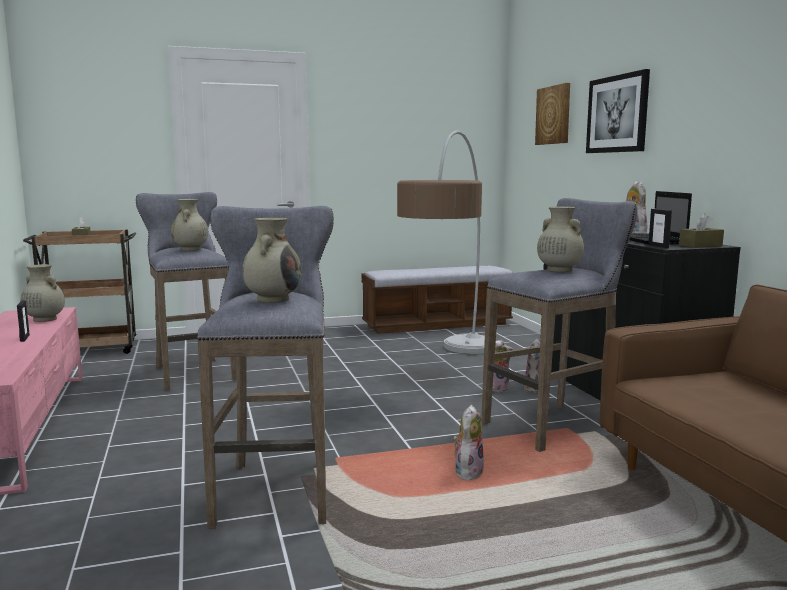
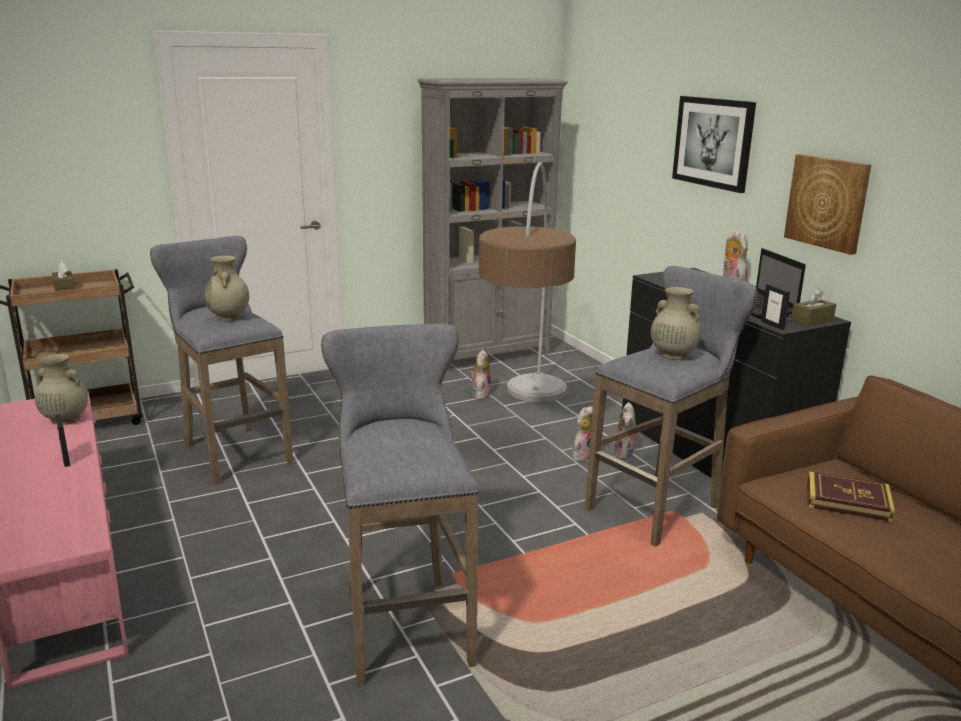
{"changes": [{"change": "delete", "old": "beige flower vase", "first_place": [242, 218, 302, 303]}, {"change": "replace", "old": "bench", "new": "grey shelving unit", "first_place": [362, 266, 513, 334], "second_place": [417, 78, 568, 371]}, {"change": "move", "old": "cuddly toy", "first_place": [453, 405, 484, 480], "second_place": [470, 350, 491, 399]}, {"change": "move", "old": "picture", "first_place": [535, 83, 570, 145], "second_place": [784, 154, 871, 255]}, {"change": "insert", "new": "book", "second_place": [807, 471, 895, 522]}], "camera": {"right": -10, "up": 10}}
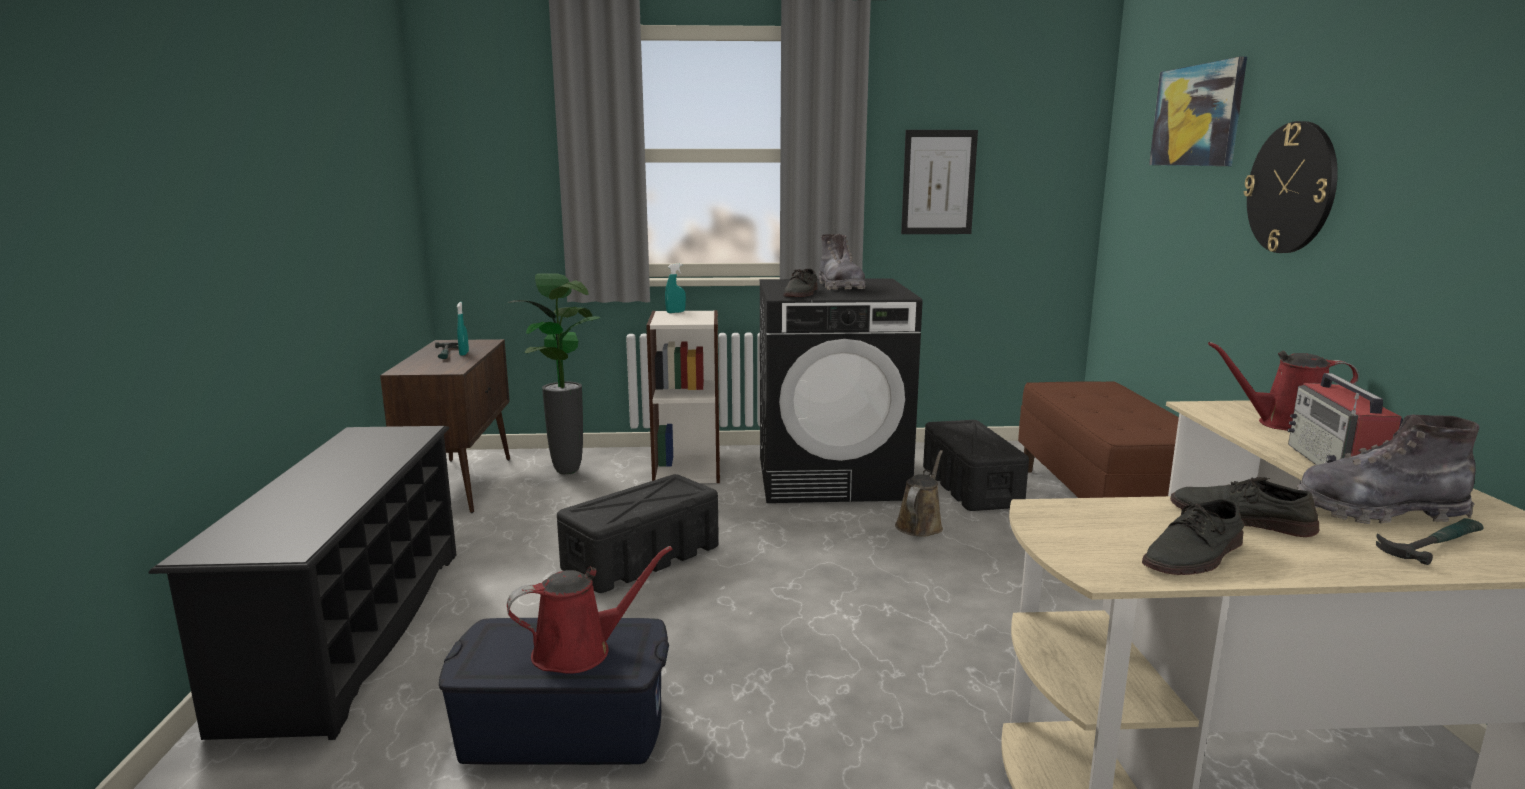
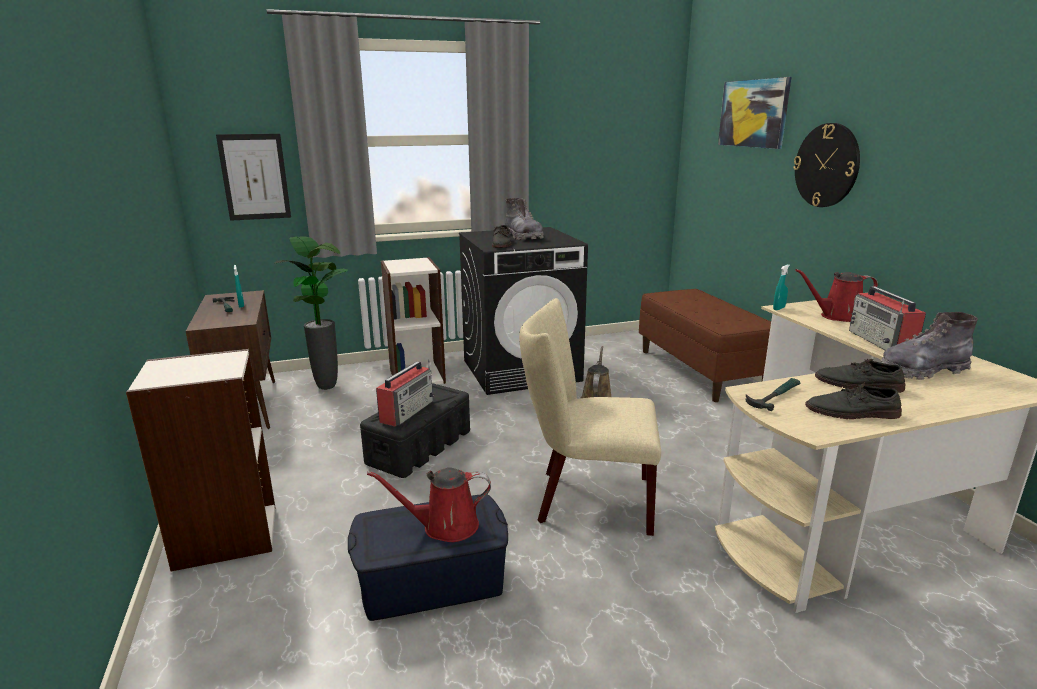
{"changes": [{"change": "replace", "old": "black-coloured shoe shelf", "new": "shelving unit", "first_place": [148, 426, 457, 740], "second_place": [126, 349, 275, 571]}, {"change": "rotate", "old": "reddish sprinkling can", "first_place": [507, 546, 672, 674], "second_place": [367, 468, 491, 542], "degrees": -150}, {"change": "move", "old": "blue-green sprayer", "first_place": [665, 264, 686, 313], "second_place": [773, 265, 790, 310]}, {"change": "move", "old": "picture", "first_place": [901, 130, 978, 234], "second_place": [216, 134, 291, 221]}, {"change": "delete", "old": "black-coloured storage box", "first_place": [923, 420, 1029, 511]}, {"change": "rotate", "old": "grey shoe", "first_place": [1142, 499, 1244, 575], "second_place": [805, 382, 902, 419], "degrees": 60}, {"change": "move", "old": "hammer", "first_place": [1376, 518, 1484, 565], "second_place": [746, 378, 800, 411]}, {"change": "insert", "new": "radio receiver", "second_place": [376, 360, 434, 426]}, {"change": "insert", "new": "beige upright chair", "second_place": [519, 298, 661, 536]}], "camera": {"right": -15, "up": 5}}
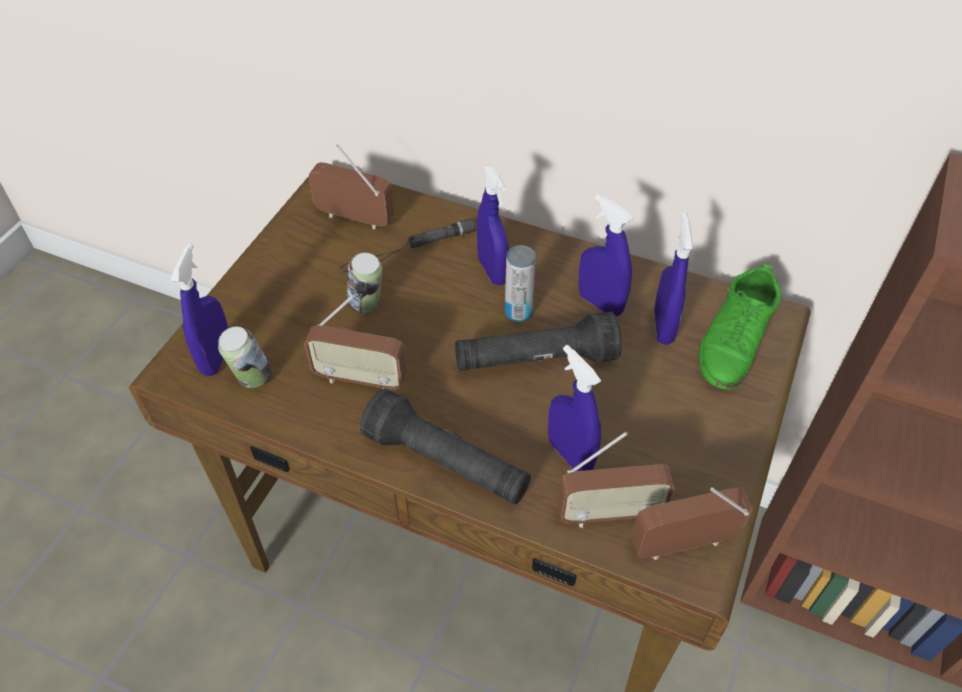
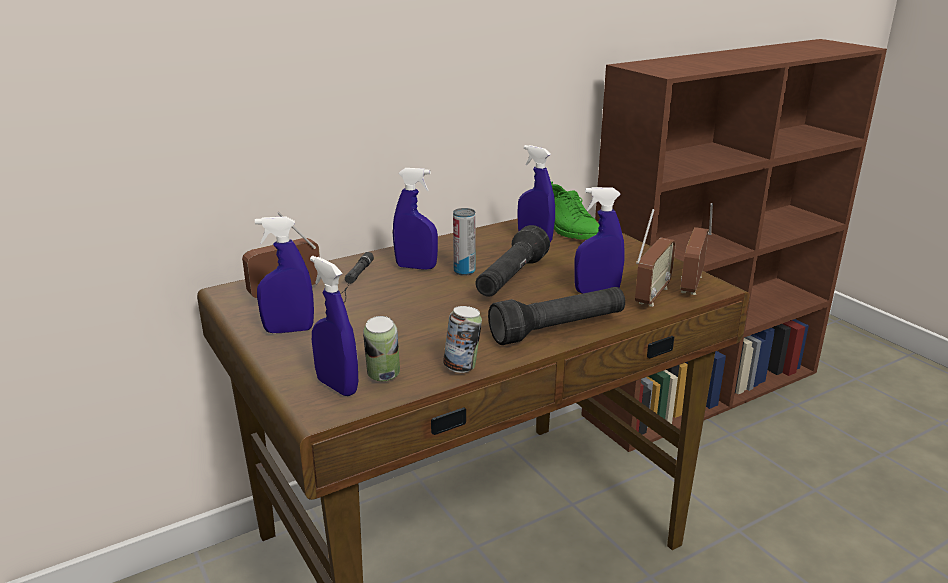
{"changes": [{"change": "delete", "old": "radio receiver", "first_place": [304, 294, 407, 390]}, {"change": "move", "old": "can", "first_place": [347, 253, 382, 313], "second_place": [443, 306, 482, 373]}, {"change": "move", "old": "blue sprayer", "first_place": [578, 194, 633, 316], "second_place": [255, 216, 314, 333]}], "camera": {"right": -55, "up": -25}}
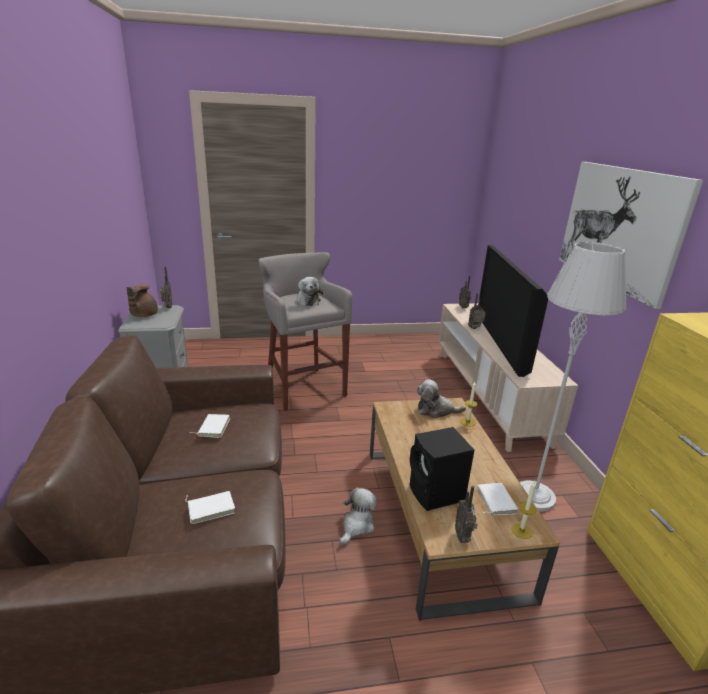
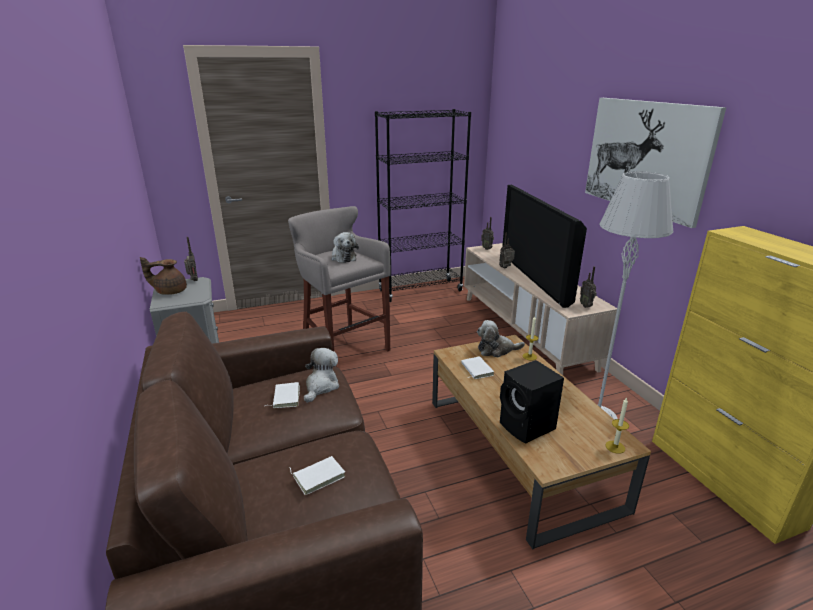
{"changes": [{"change": "rotate", "old": "brown-coloured pot for tea", "first_place": [127, 285, 158, 317], "second_place": [140, 257, 187, 295], "degrees": 75}, {"change": "move", "old": "cuddly toy", "first_place": [340, 488, 377, 545], "second_place": [304, 348, 339, 403]}, {"change": "move", "old": "radio receiver", "first_place": [455, 486, 478, 543], "second_place": [580, 266, 597, 308]}, {"change": "move", "old": "whitish book", "first_place": [478, 483, 518, 516], "second_place": [461, 356, 494, 379]}, {"change": "insert", "new": "black-coloured shelving unit", "second_place": [375, 109, 471, 302]}], "camera": {"right": -10, "up": 0}}
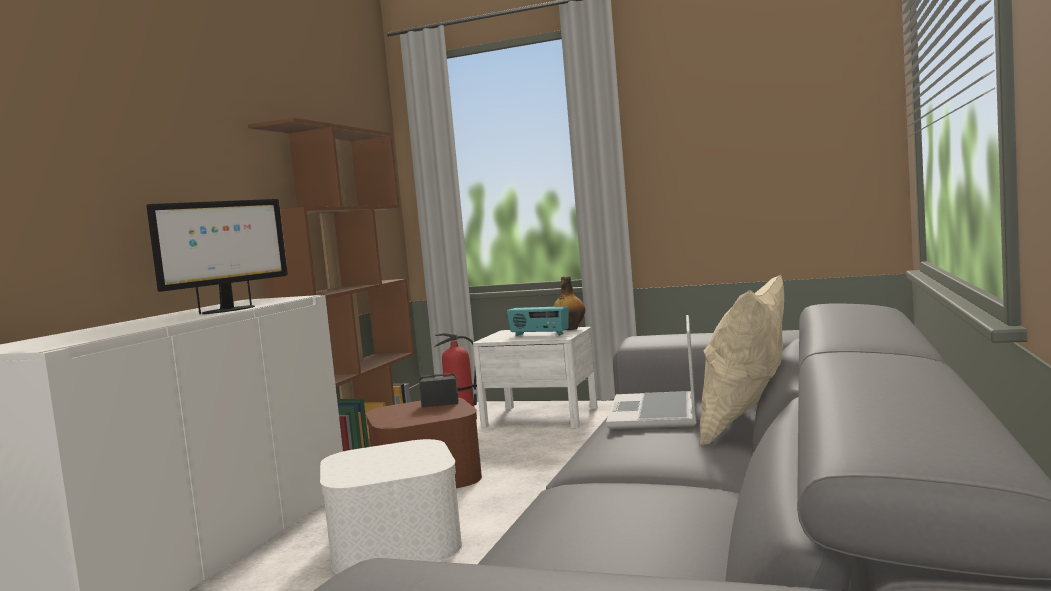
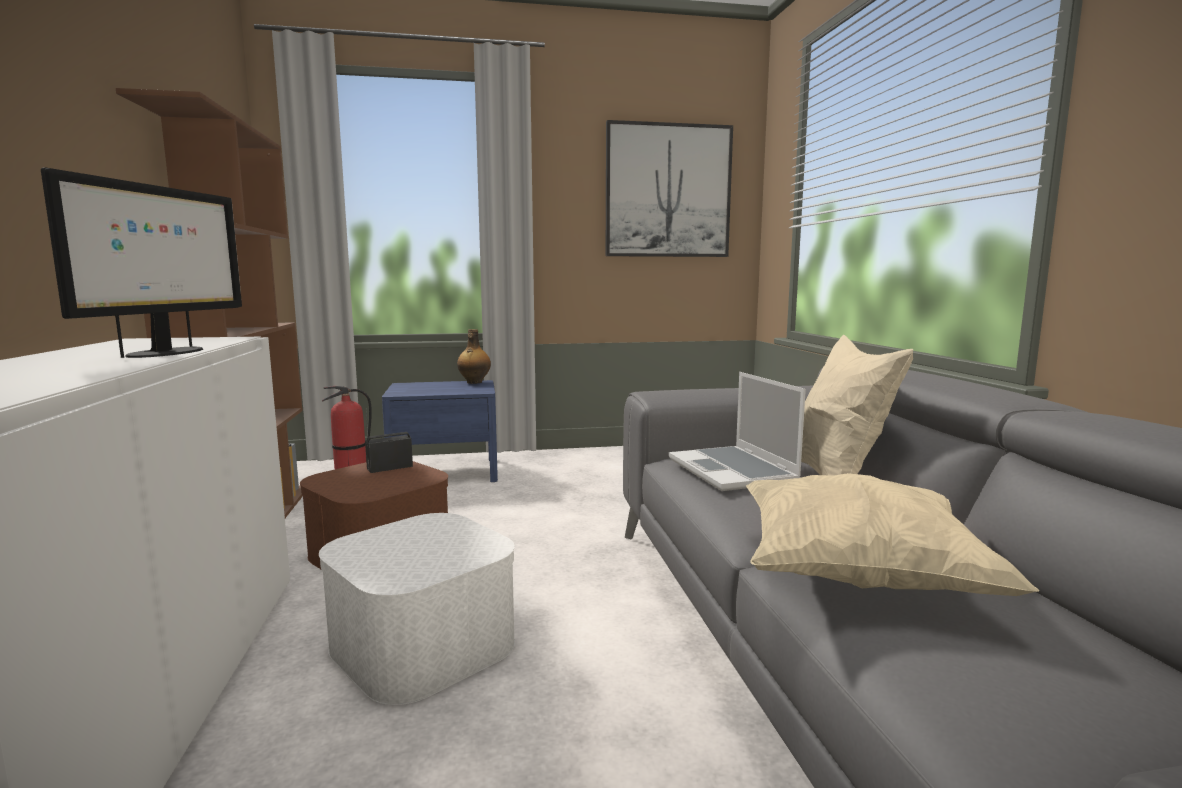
{"changes": [{"change": "recolor", "old": "whitish bedside table", "new": "blue bedside table", "first_place": [473, 327, 598, 428], "second_place": [382, 380, 498, 482]}, {"change": "delete", "old": "radio receiver", "first_place": [507, 306, 569, 336]}, {"change": "insert", "new": "picture", "second_place": [606, 120, 733, 257]}, {"change": "insert", "new": "beige throw pillow", "second_place": [746, 473, 1039, 596]}], "camera": {"right": -30, "up": 5}}
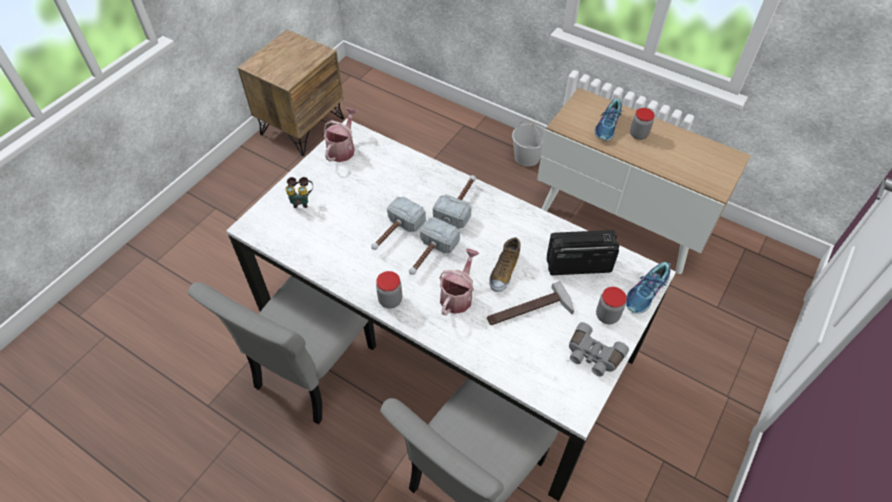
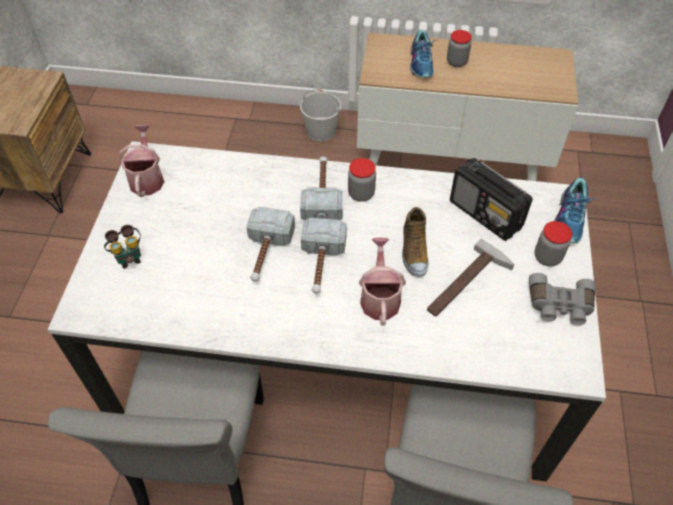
{"changes": [{"change": "move", "old": "preserve jar", "first_place": [376, 271, 402, 309], "second_place": [348, 158, 376, 202]}, {"change": "rotate", "old": "radio receiver", "first_place": [547, 230, 619, 275], "second_place": [450, 158, 533, 241], "degrees": -105}], "camera": {"right": -25, "up": 0}}
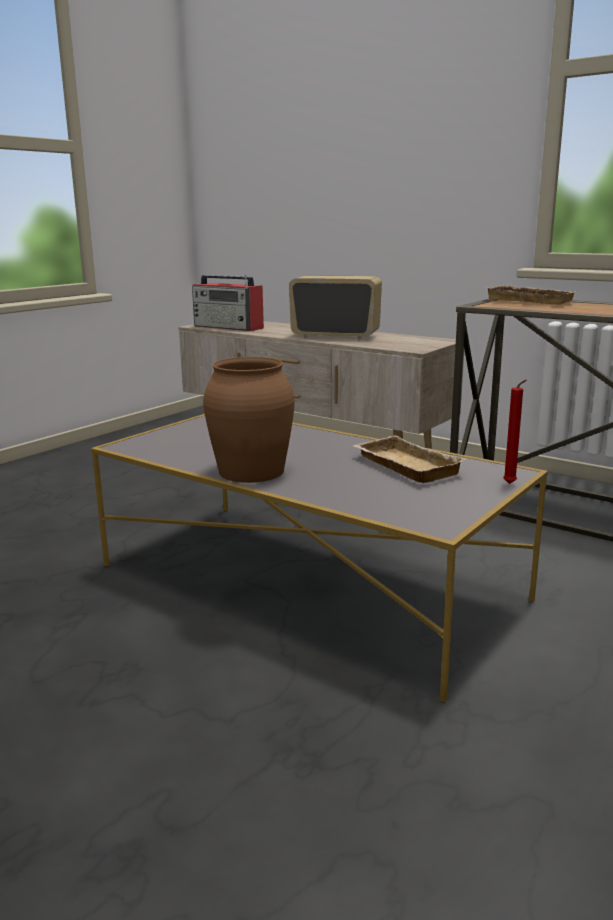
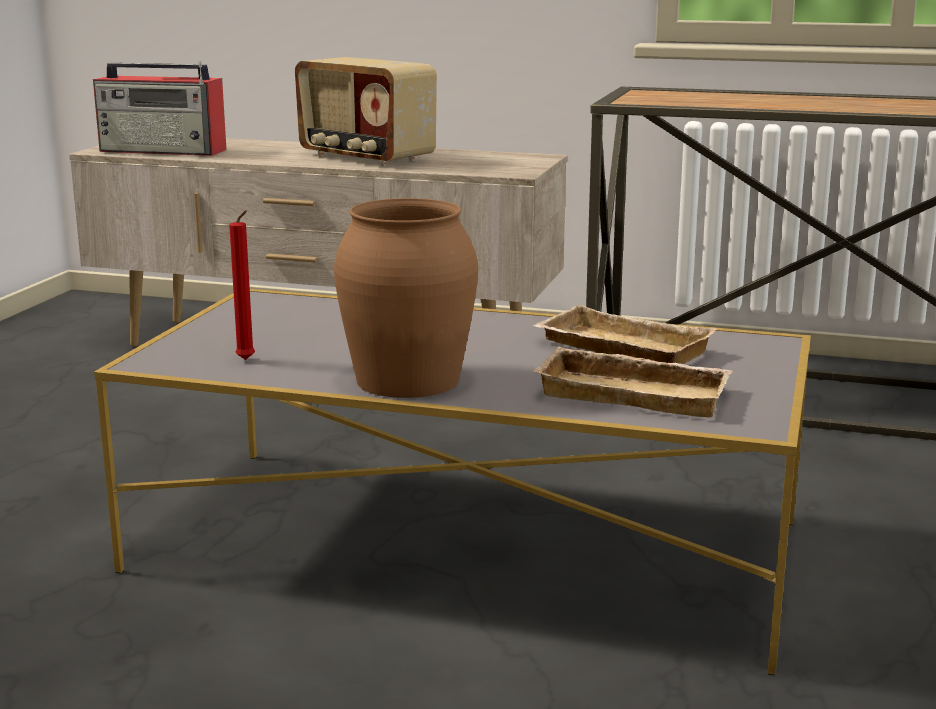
{"changes": [{"change": "rotate", "old": "radio receiver", "first_place": [289, 275, 382, 339], "second_place": [295, 57, 437, 166], "degrees": -135}, {"change": "move", "old": "beige serving tray", "first_place": [487, 285, 577, 305], "second_place": [533, 347, 732, 418]}, {"change": "move", "old": "reddish wax candle", "first_place": [503, 380, 527, 484], "second_place": [229, 210, 255, 360]}], "camera": {"right": -20, "up": 0}}
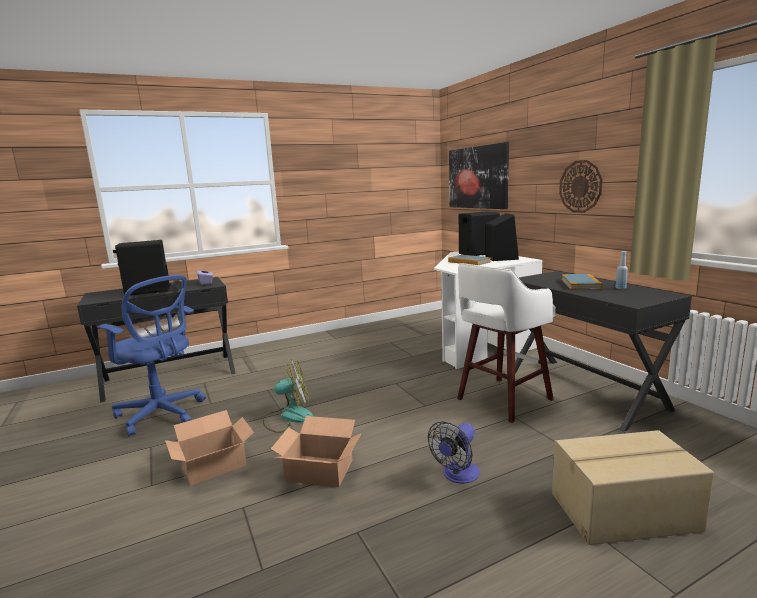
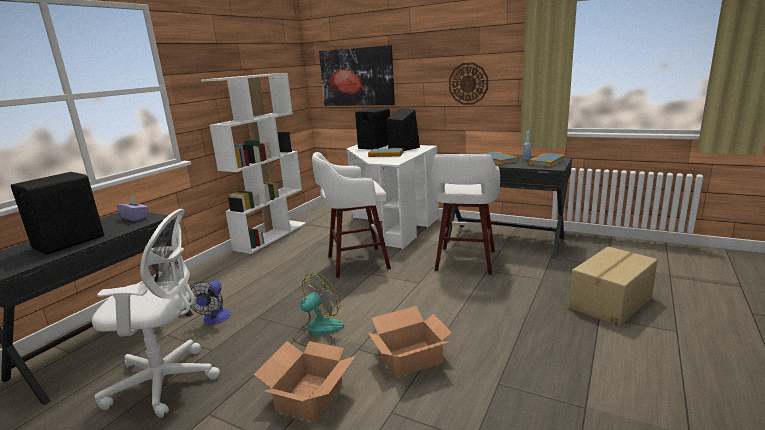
{"changes": [{"change": "recolor", "old": "blue desk chair", "new": "whitish desk chair", "first_place": [97, 275, 206, 437], "second_place": [92, 209, 220, 418]}, {"change": "move", "old": "fan", "first_place": [428, 421, 480, 484], "second_place": [190, 281, 231, 324]}, {"change": "insert", "new": "whitish shelving unit", "second_place": [201, 73, 306, 254]}, {"change": "insert", "new": "whitish stool seat", "second_place": [312, 152, 391, 278]}, {"change": "insert", "new": "book", "second_place": [528, 153, 566, 167]}], "camera": {"right": -35, "up": 5}}
